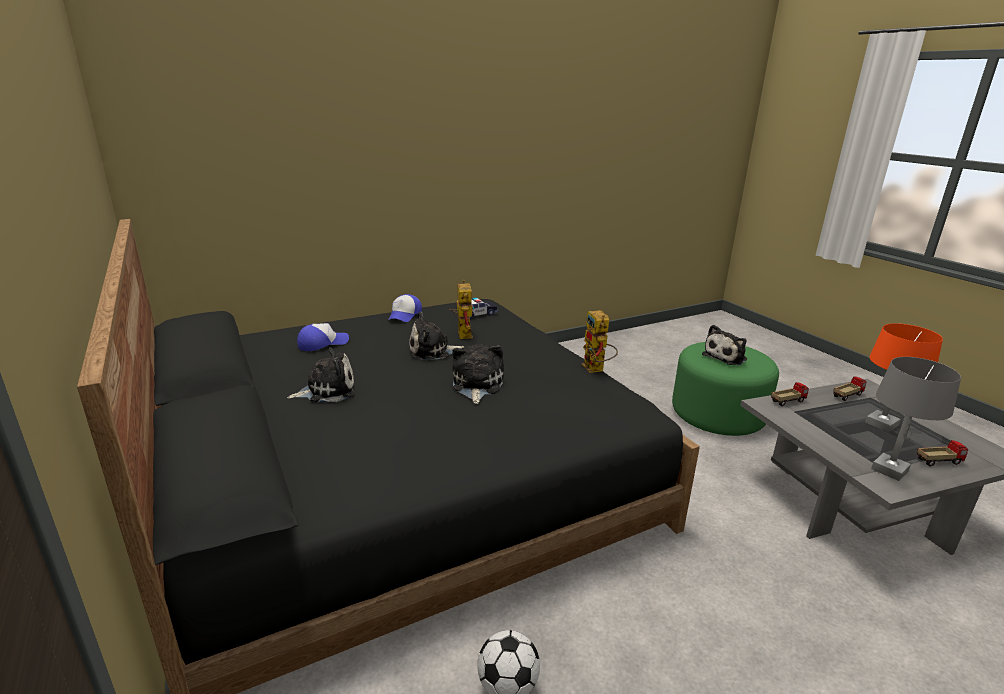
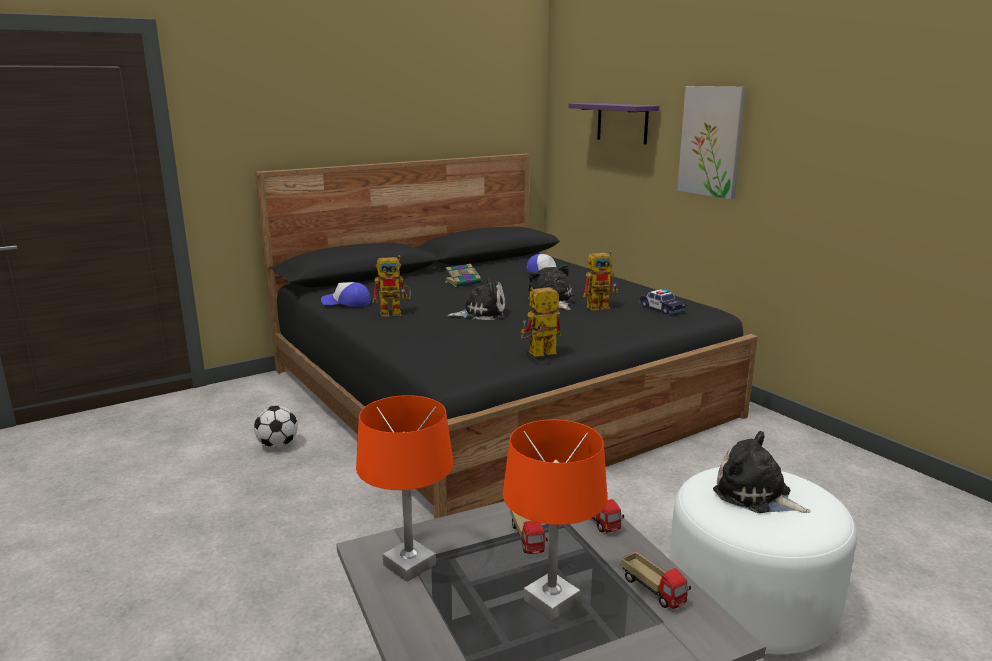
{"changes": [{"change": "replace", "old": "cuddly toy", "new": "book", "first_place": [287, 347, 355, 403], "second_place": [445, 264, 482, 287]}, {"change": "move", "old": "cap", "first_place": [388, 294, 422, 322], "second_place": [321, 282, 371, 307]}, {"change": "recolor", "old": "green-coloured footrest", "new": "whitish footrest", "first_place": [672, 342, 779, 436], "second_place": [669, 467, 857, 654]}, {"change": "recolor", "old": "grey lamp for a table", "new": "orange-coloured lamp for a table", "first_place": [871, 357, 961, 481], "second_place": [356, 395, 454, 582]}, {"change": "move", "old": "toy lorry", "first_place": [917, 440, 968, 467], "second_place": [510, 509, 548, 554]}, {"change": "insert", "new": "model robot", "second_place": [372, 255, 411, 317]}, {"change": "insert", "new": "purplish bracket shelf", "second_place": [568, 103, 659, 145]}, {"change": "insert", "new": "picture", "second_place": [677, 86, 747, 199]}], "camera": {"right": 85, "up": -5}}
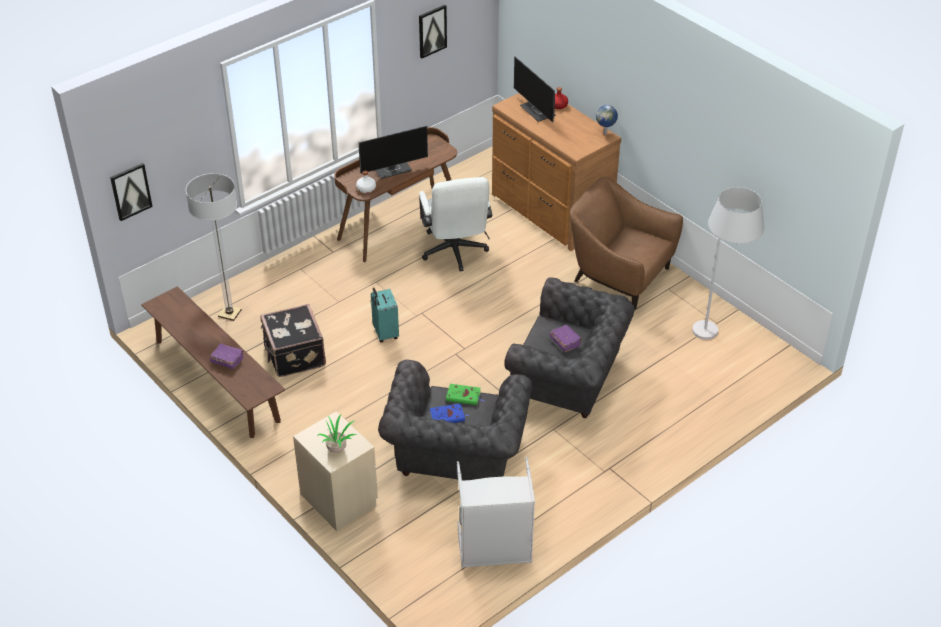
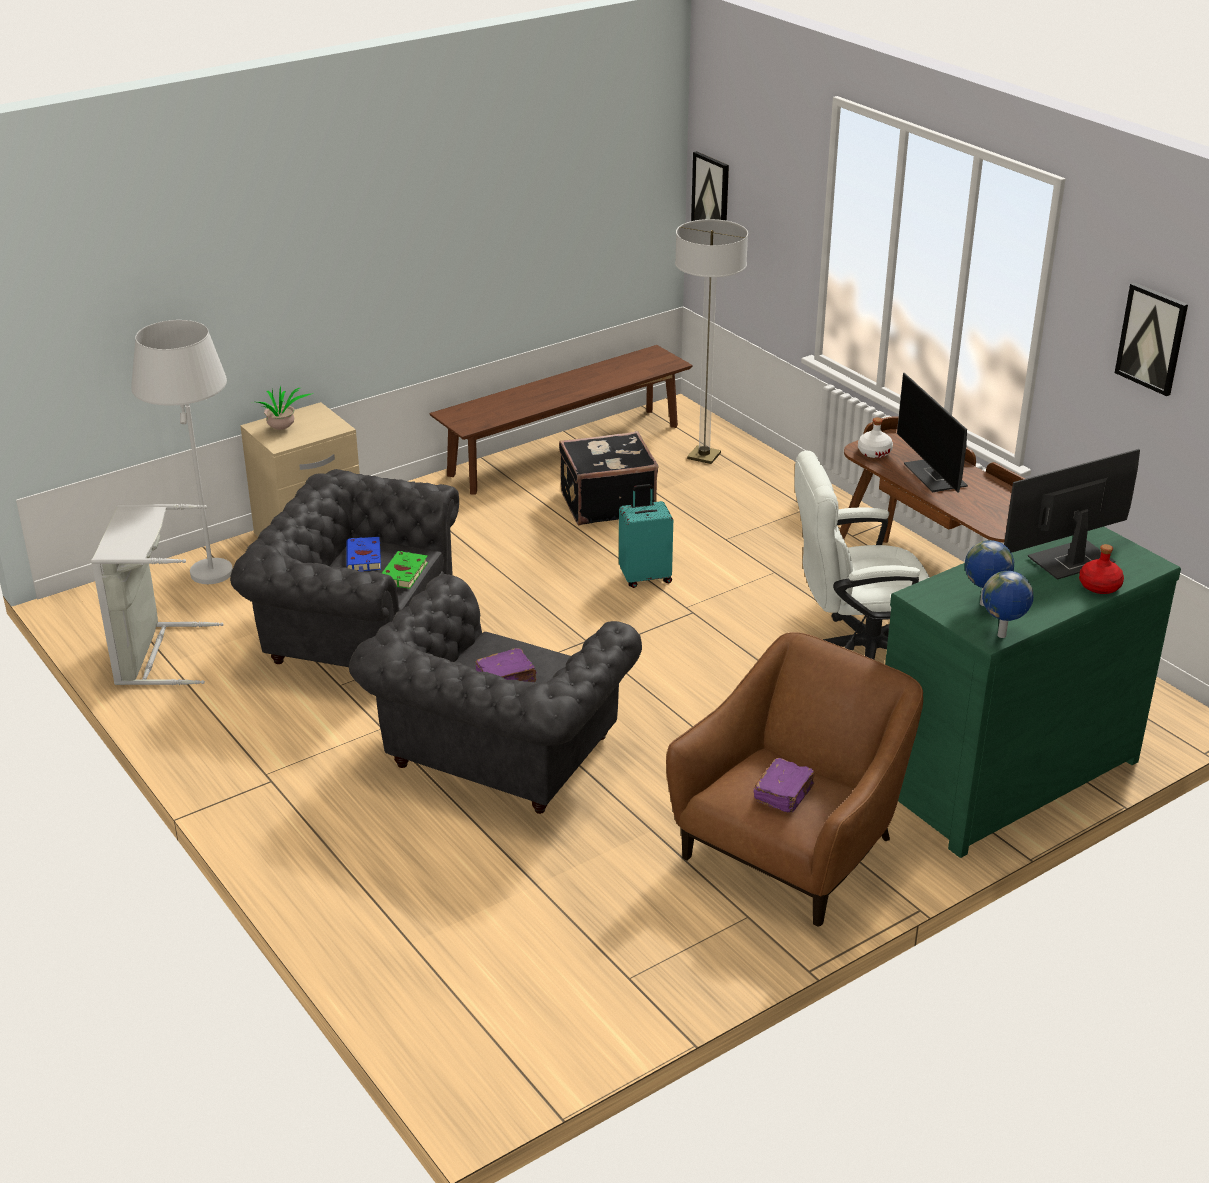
{"changes": [{"change": "move", "old": "purplish book", "first_place": [210, 344, 244, 369], "second_place": [754, 758, 815, 813]}, {"change": "recolor", "old": "brown-coloured chest of drawers", "new": "green-coloured chest of drawers", "first_place": [492, 93, 621, 251], "second_place": [885, 527, 1181, 858]}, {"change": "move", "old": "whitish floor lamp", "first_place": [692, 187, 764, 340], "second_place": [131, 320, 233, 584]}, {"change": "insert", "new": "globe", "second_place": [965, 540, 1014, 606]}], "camera": {"right": 95, "up": -10}}
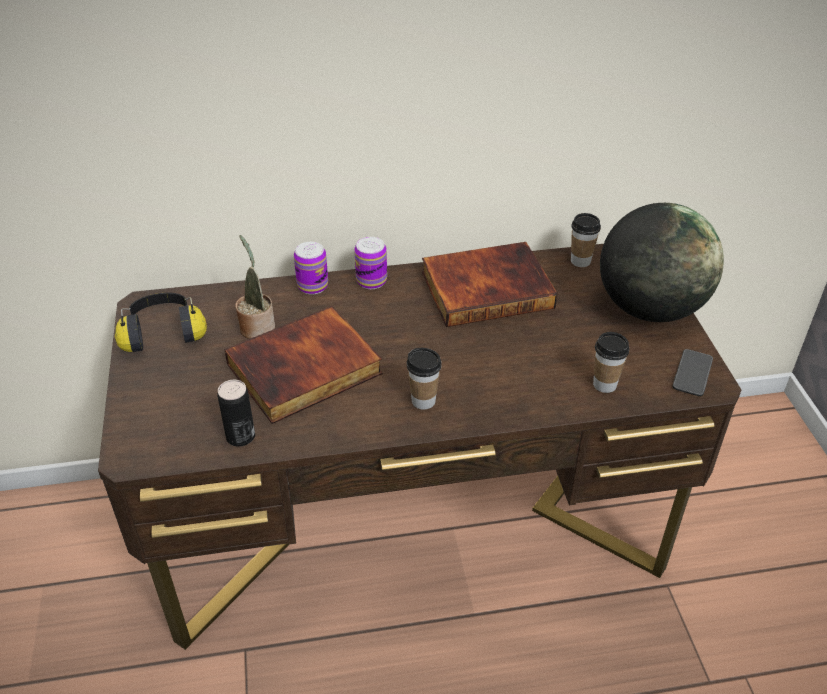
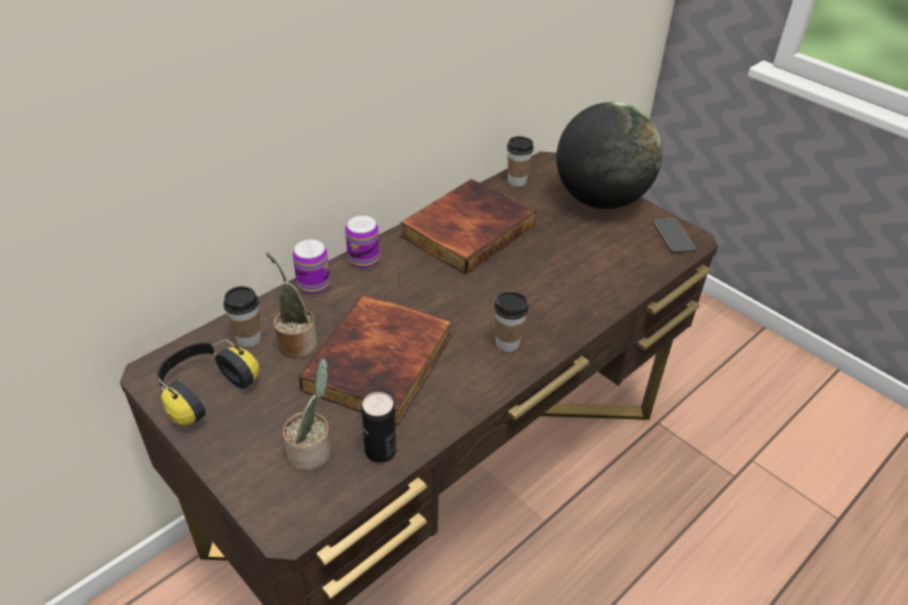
{"changes": [{"change": "move", "old": "small cup", "first_place": [593, 332, 629, 393], "second_place": [223, 286, 261, 348]}, {"change": "insert", "new": "houseplant", "second_place": [283, 359, 331, 471]}], "camera": {"right": -35, "up": 0}}
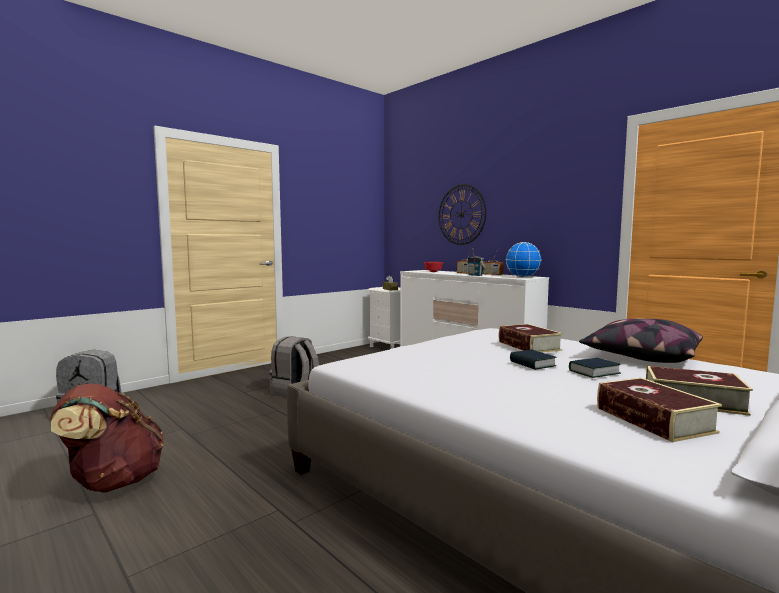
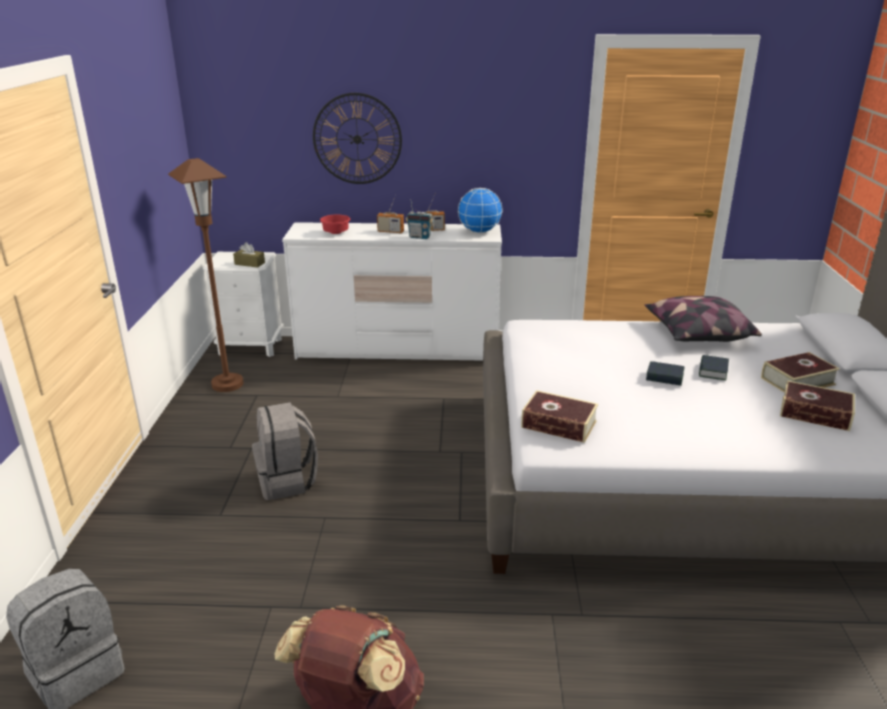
{"changes": [{"change": "move", "old": "book", "first_place": [499, 324, 563, 353], "second_place": [521, 390, 598, 443]}, {"change": "insert", "new": "brown-coloured floor lamp", "second_place": [168, 158, 243, 392]}], "camera": {"right": -45, "up": 20}}
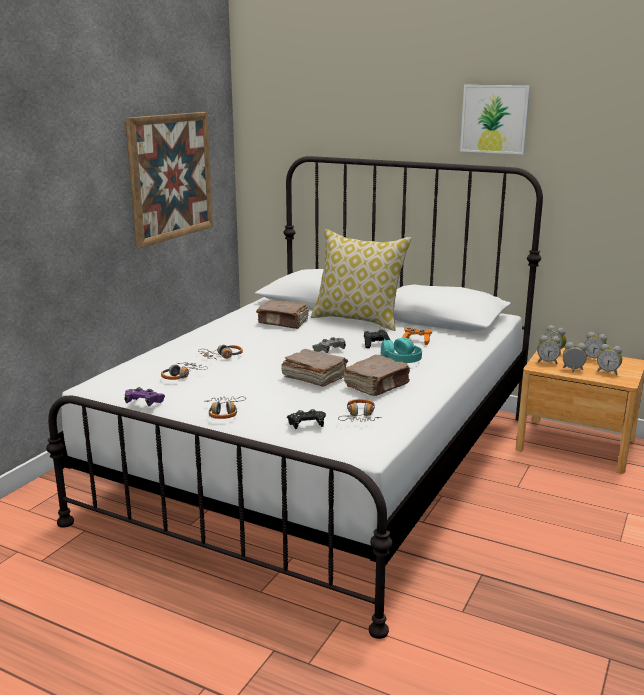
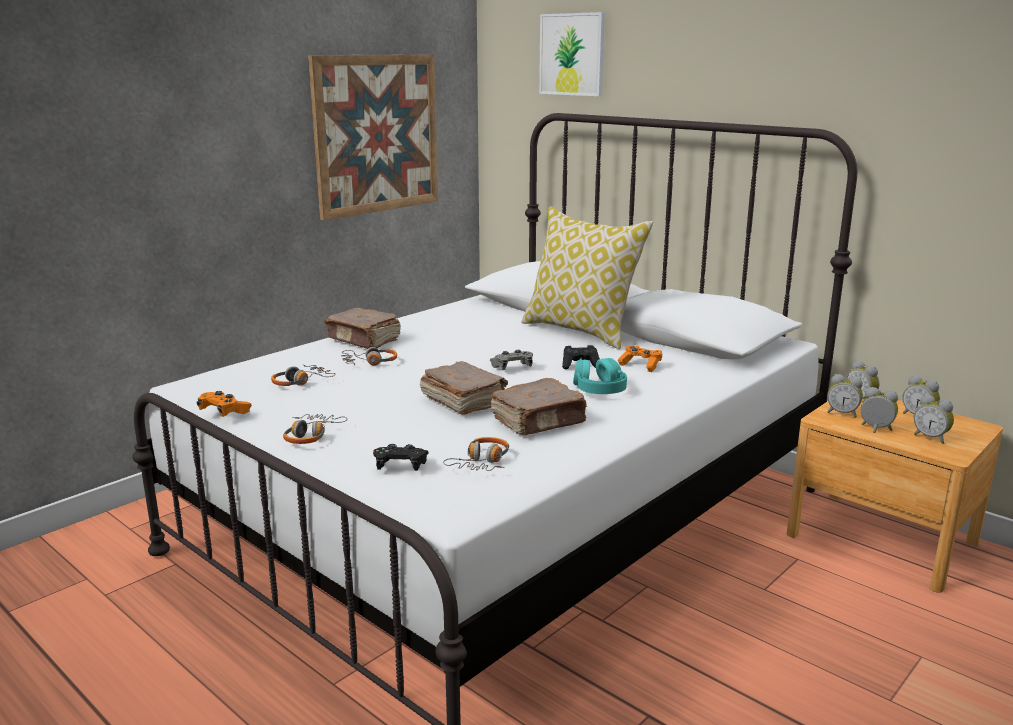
{"changes": [{"change": "recolor", "old": "purplish gamepad", "new": "orange-coloured gamepad", "first_place": [124, 387, 165, 406], "second_place": [197, 391, 252, 417]}, {"change": "move", "old": "brown-coloured book", "first_place": [256, 300, 309, 329], "second_place": [324, 308, 401, 349]}, {"change": "move", "old": "picture", "first_place": [460, 85, 530, 154], "second_place": [539, 12, 605, 96]}], "camera": {"right": 15, "up": 0}}
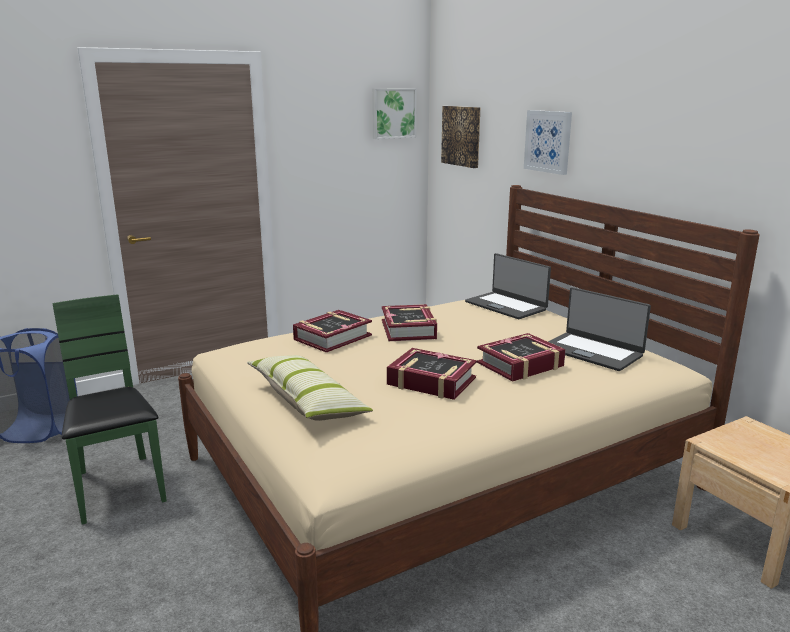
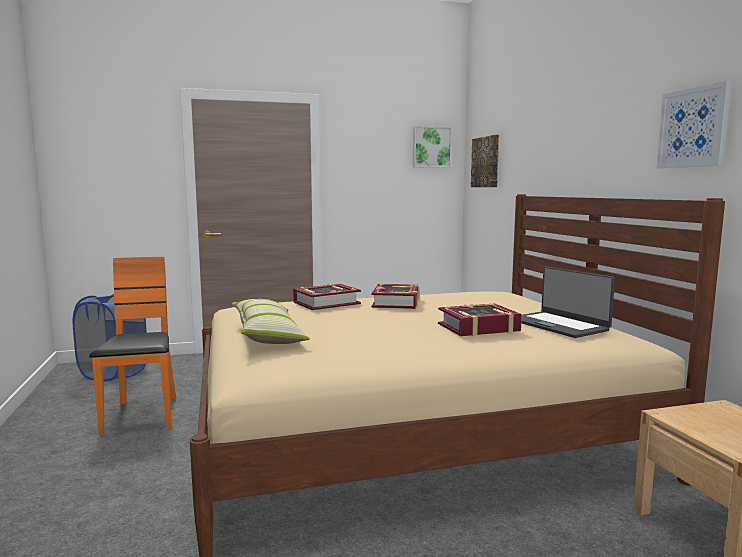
{"changes": [{"change": "recolor", "old": "green-coloured upright chair", "new": "orange-coloured upright chair", "first_place": [52, 294, 167, 525], "second_place": [89, 257, 176, 435]}, {"change": "delete", "old": "book", "first_place": [387, 348, 477, 400]}, {"change": "delete", "old": "laptop", "first_place": [465, 253, 551, 319]}, {"change": "move", "old": "picture", "first_place": [524, 110, 572, 175], "second_place": [657, 81, 732, 168]}], "camera": {"right": 15, "up": -10}}
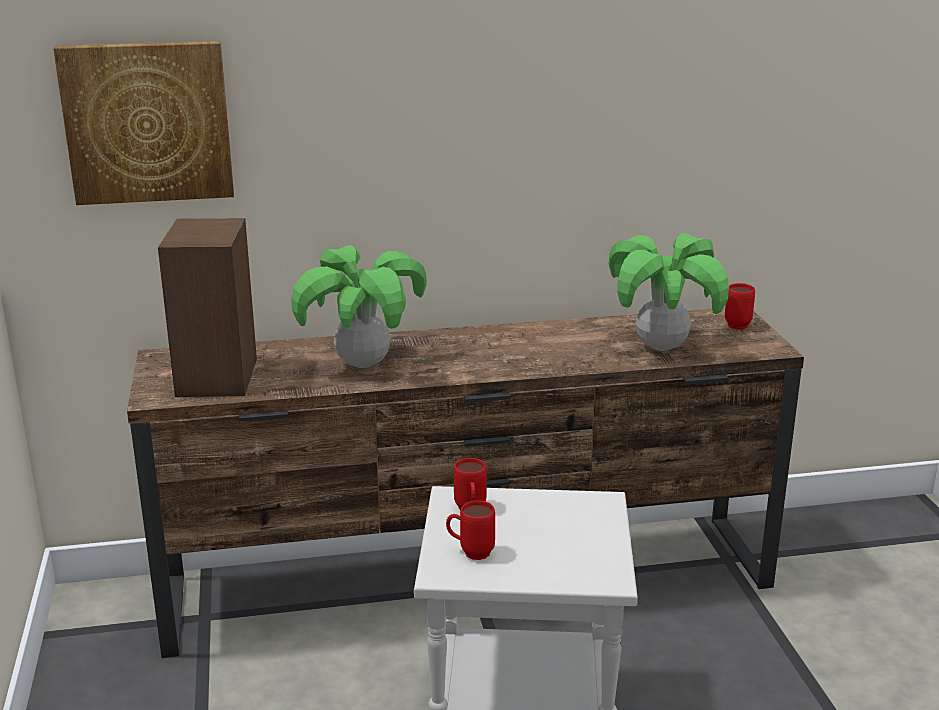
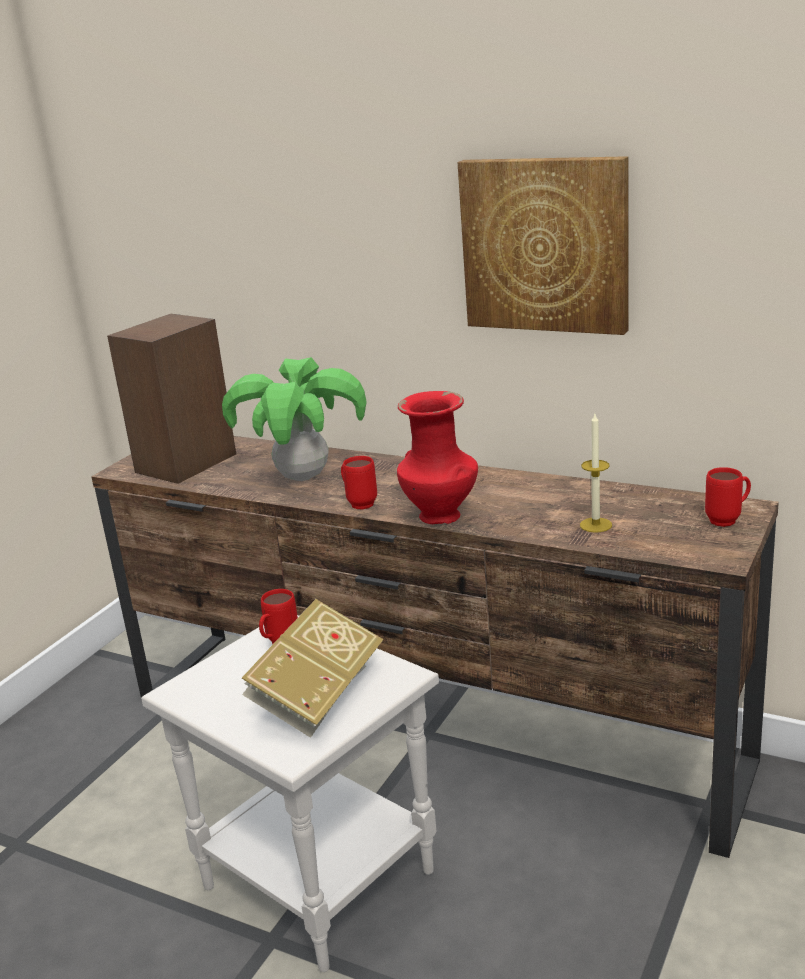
{"changes": [{"change": "move", "old": "picture", "first_place": [53, 41, 234, 205], "second_place": [457, 156, 629, 335]}, {"change": "move", "old": "reddish coffee mug", "first_place": [446, 500, 495, 560], "second_place": [341, 456, 377, 509]}, {"change": "replace", "old": "houseplant", "new": "wax candle", "first_place": [609, 233, 729, 351], "second_place": [580, 414, 612, 533]}, {"change": "insert", "new": "book", "second_place": [242, 599, 384, 738]}, {"change": "insert", "new": "reddish flower vase", "second_place": [397, 391, 478, 524]}], "camera": {"right": 40, "up": 0}}
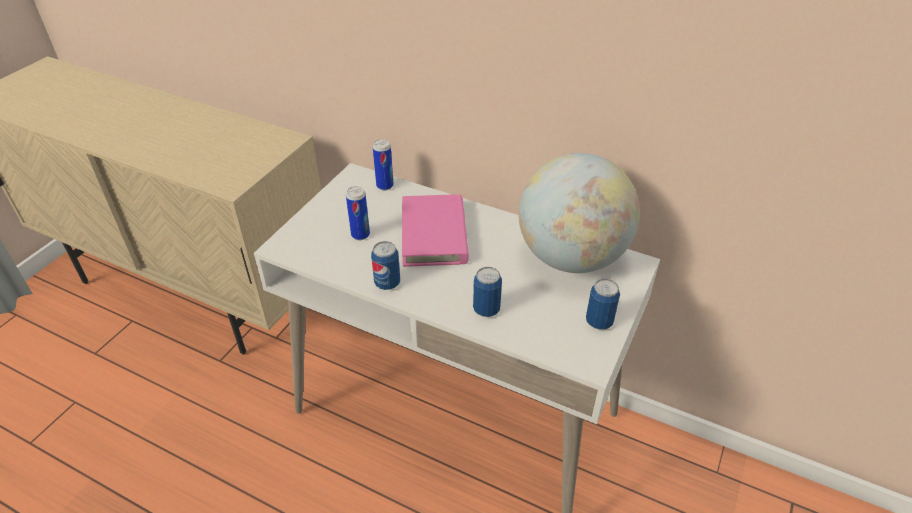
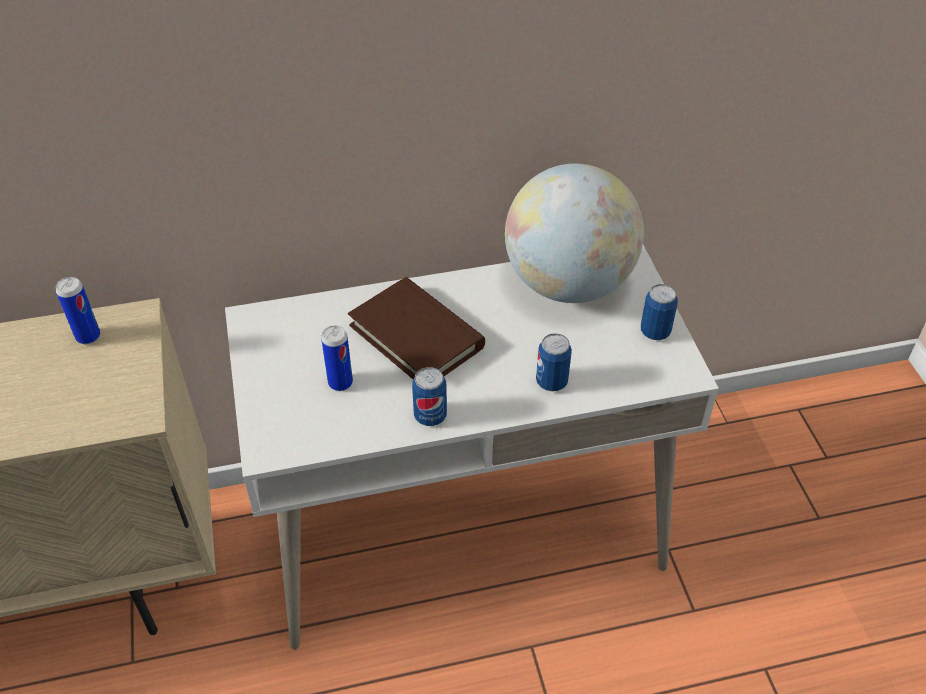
{"changes": [{"change": "move", "old": "can", "first_place": [373, 139, 394, 190], "second_place": [56, 277, 100, 344]}, {"change": "recolor", "old": "pink book", "new": "brown-coloured book", "first_place": [402, 195, 469, 267], "second_place": [348, 277, 485, 379]}], "camera": {"right": -40, "up": 5}}
